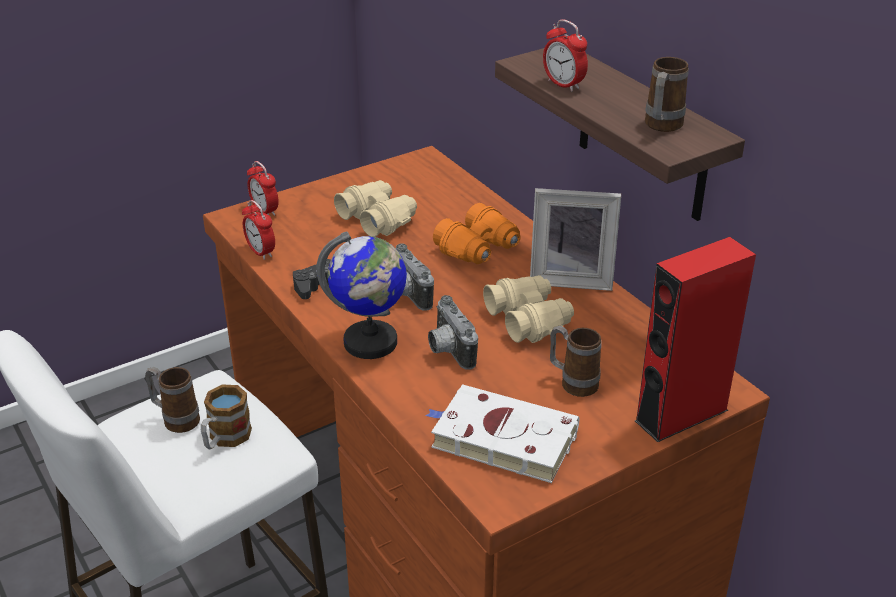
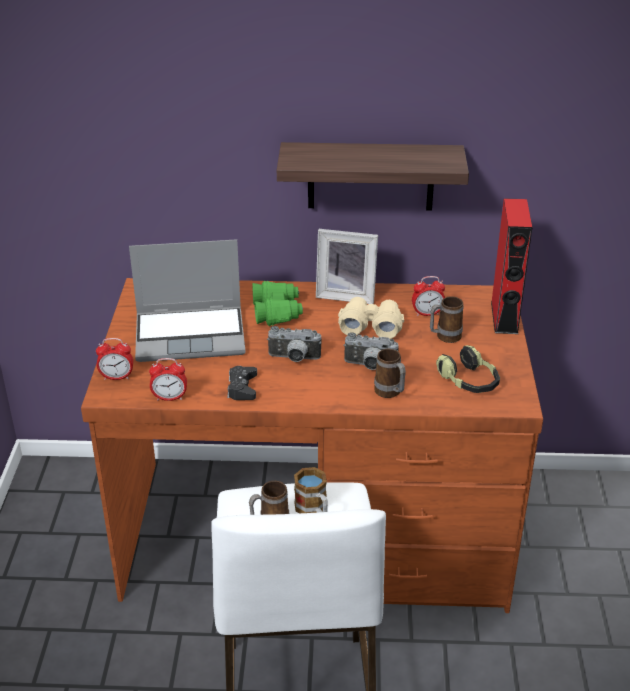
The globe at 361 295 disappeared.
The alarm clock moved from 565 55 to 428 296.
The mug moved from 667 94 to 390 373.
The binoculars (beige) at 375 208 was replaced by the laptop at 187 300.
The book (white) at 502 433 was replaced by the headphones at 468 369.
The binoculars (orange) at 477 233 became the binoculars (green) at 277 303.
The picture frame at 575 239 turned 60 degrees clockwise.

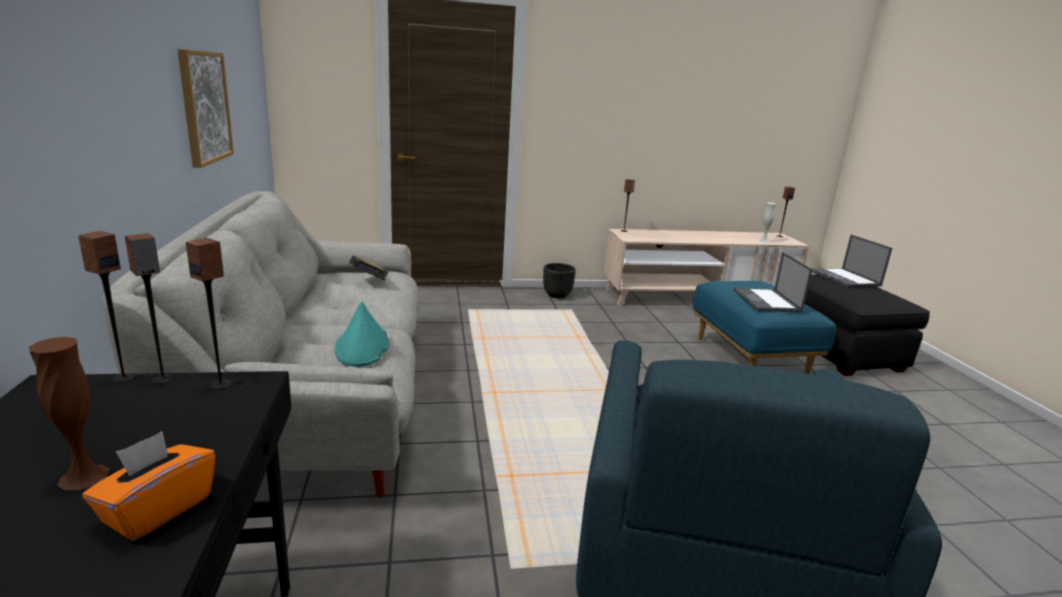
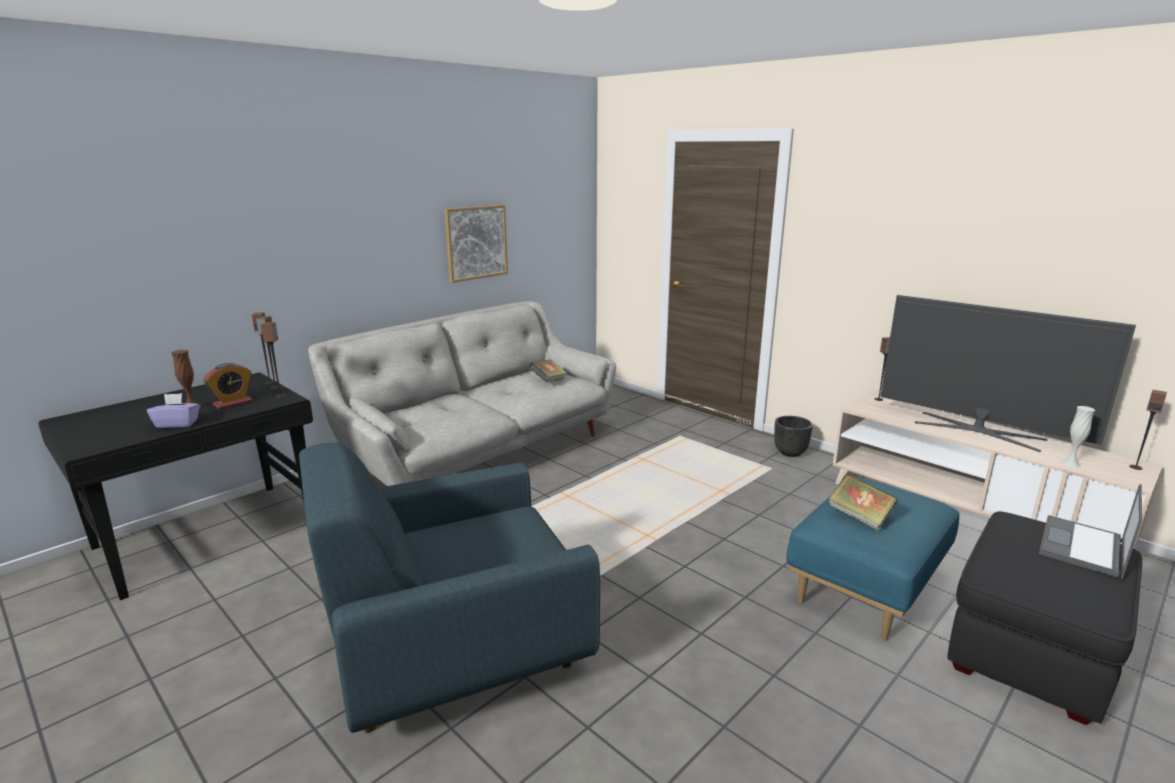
The hat (turquoise) at 362 334 disappeared.
The alarm clock at 228 386 appeared.
The television at 1008 373 appeared.
The laptop at 773 282 was replaced by the book at 863 502.
The tissue box (orange) at 149 486 became the tissue box (purple) at 173 410.

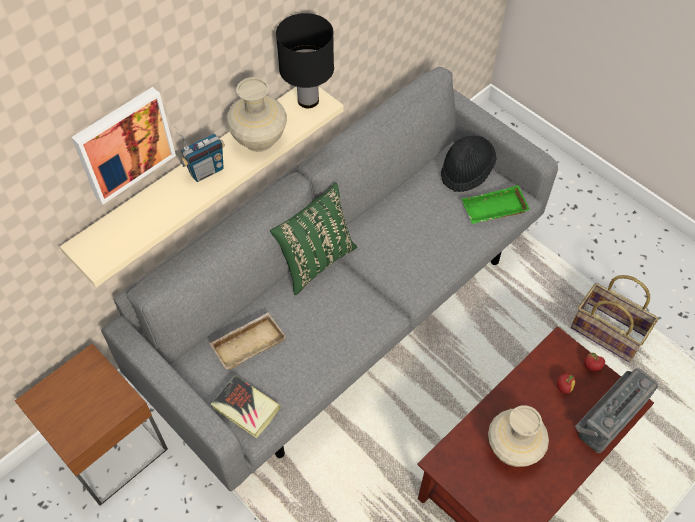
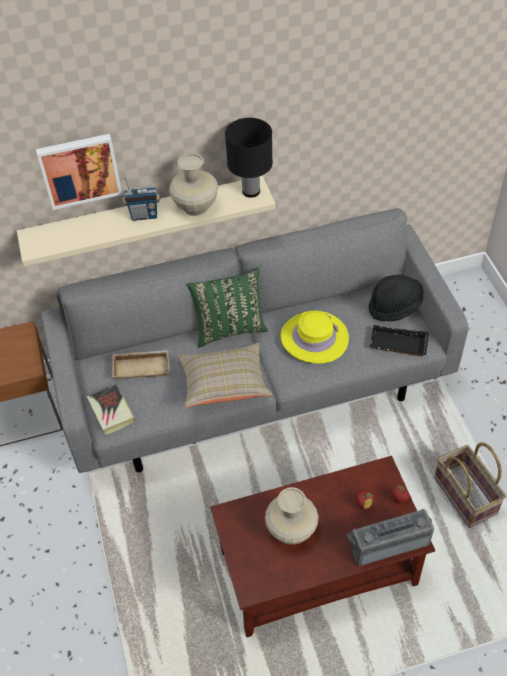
The pillow (beige) at 225 375 appeared.
The hat (yellow) at 314 337 appeared.
The tray (green) at 496 204 became the tray (black) at 399 340.

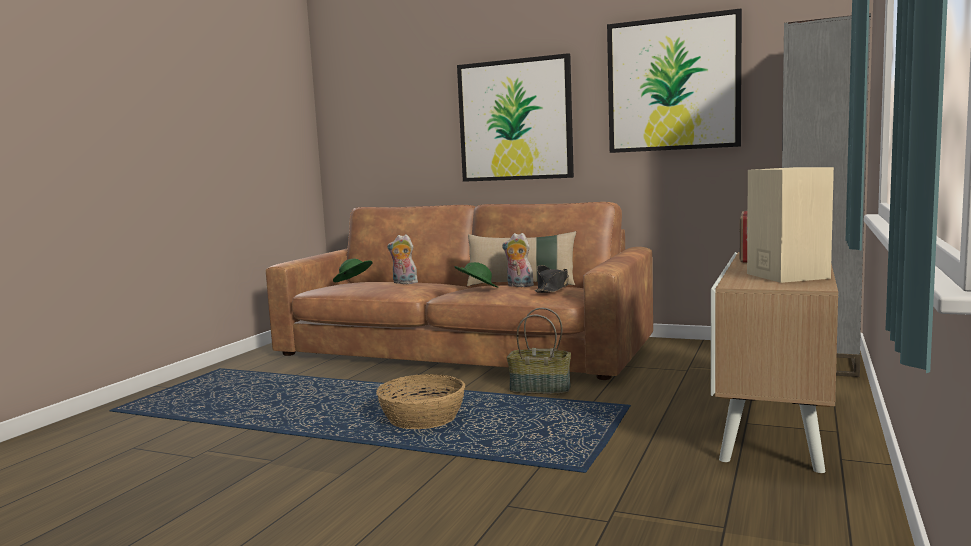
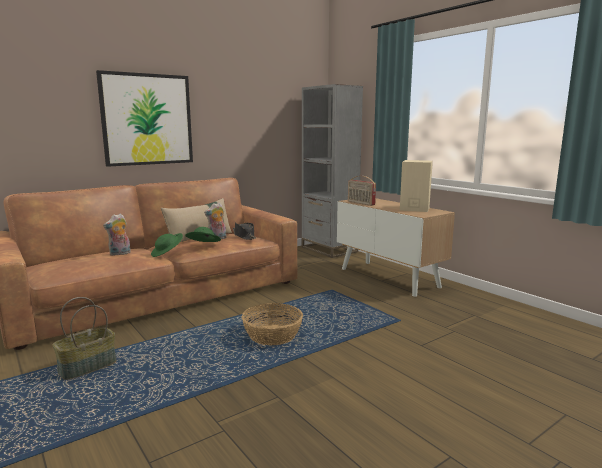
The picture at 674 81 disappeared.
The hat (green) moved from 353 270 to 167 245.
The basket moved from 539 351 to 84 338.

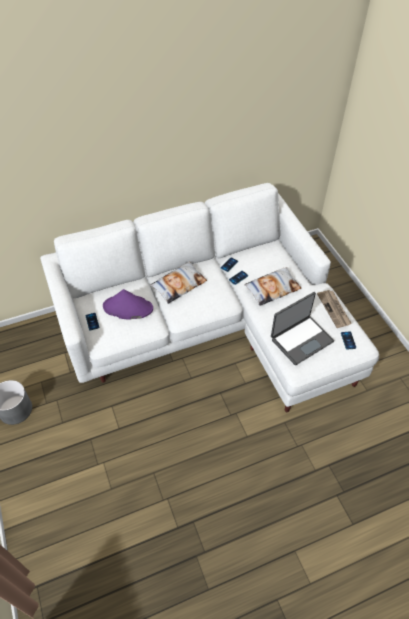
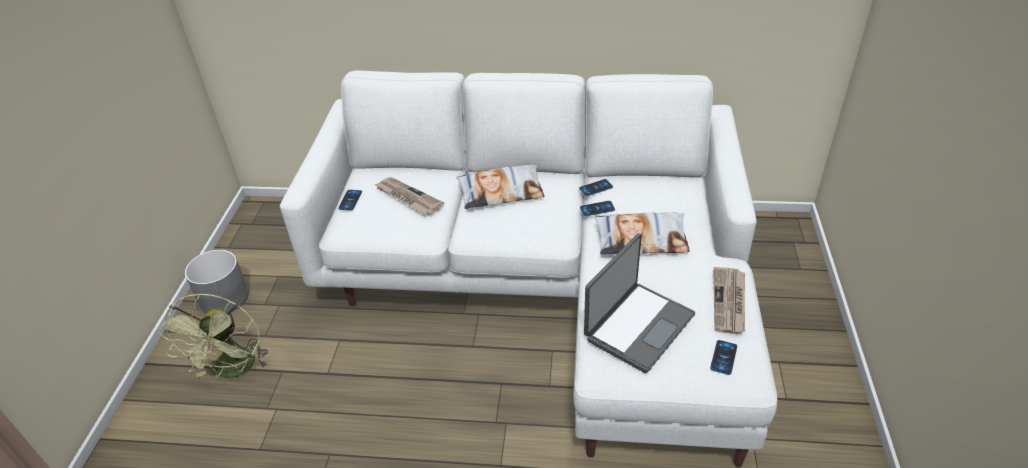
The fan (green) at 213 335 appeared.
The hat (purple) at 128 304 was replaced by the newspaper at 409 196.
The laptop at 302 328 turned 45 degrees counterclockwise.

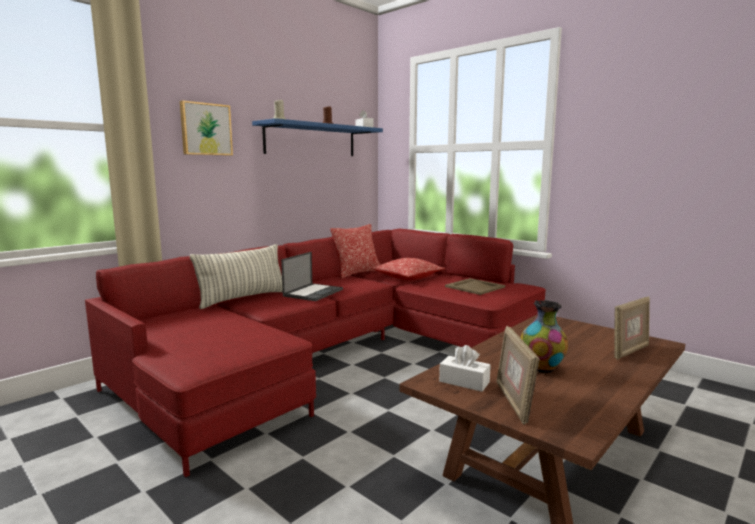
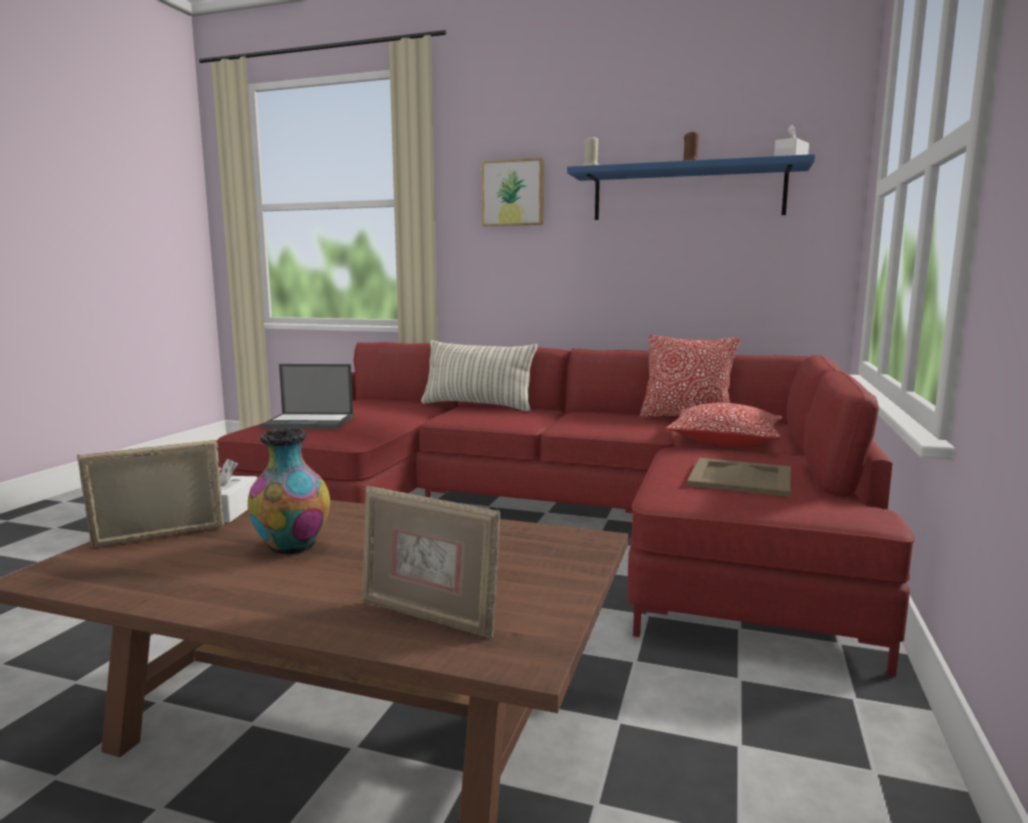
The laptop moved from 312 276 to 307 396.

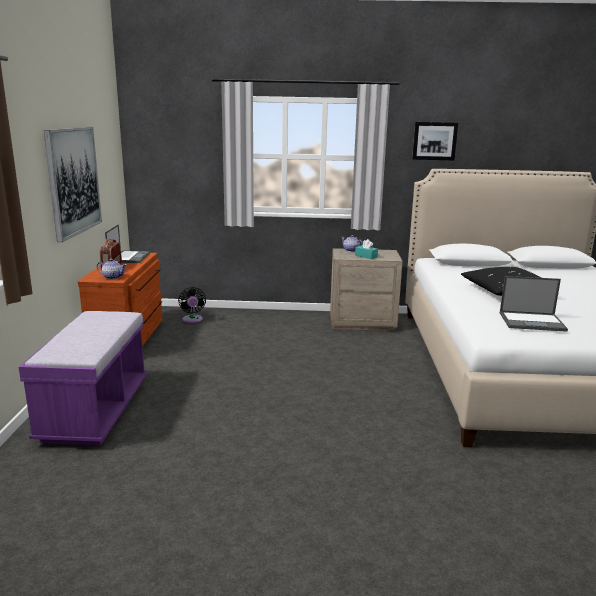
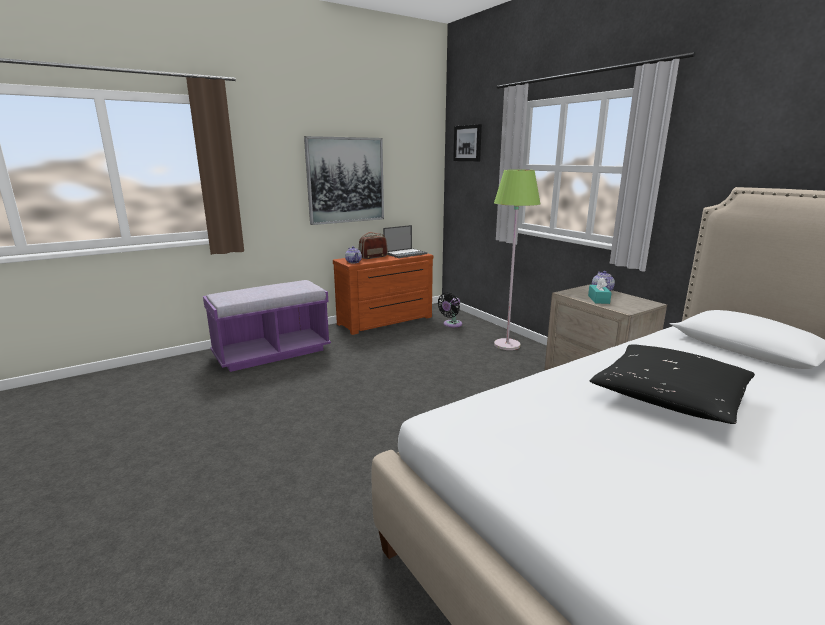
The laptop at 534 304 disappeared.
The floor lamp (green) at 517 260 appeared.
The picture moved from 435 141 to 467 142.

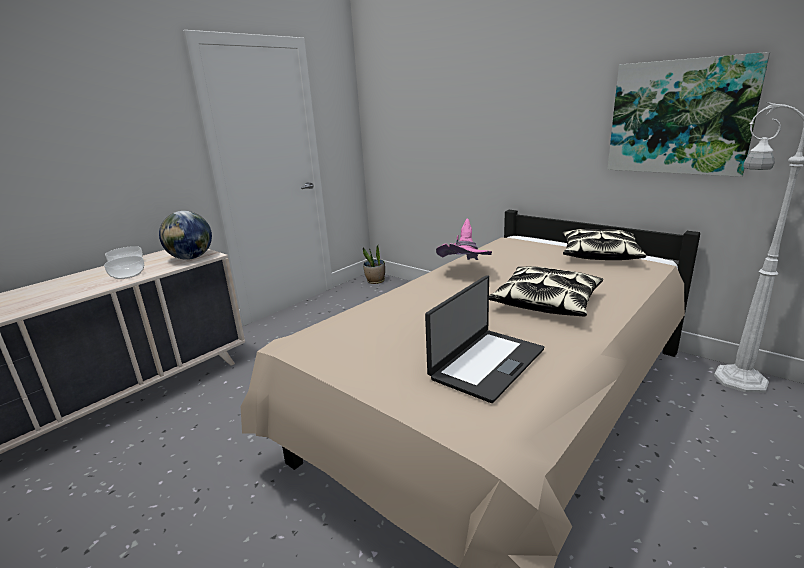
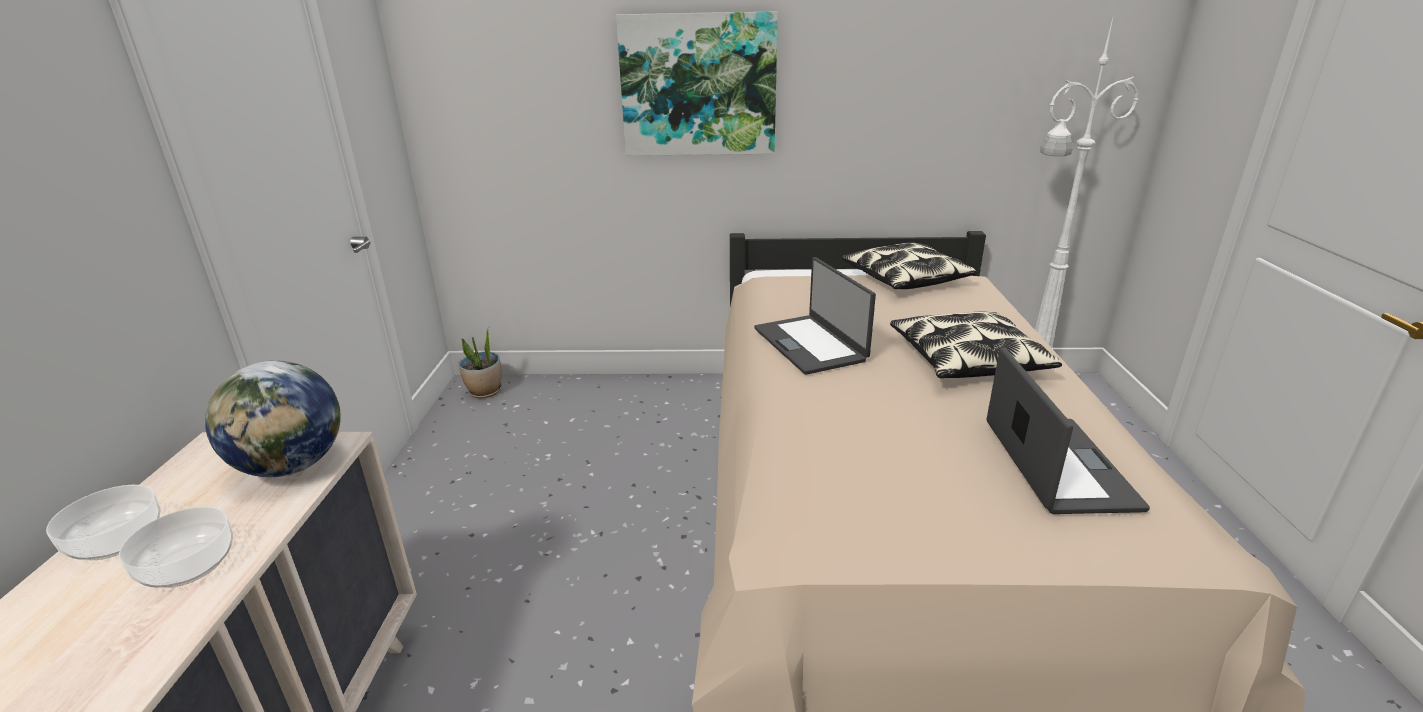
The picture moved from 688 114 to 697 83.
The hat (pink) at 464 239 was replaced by the laptop at 815 316.

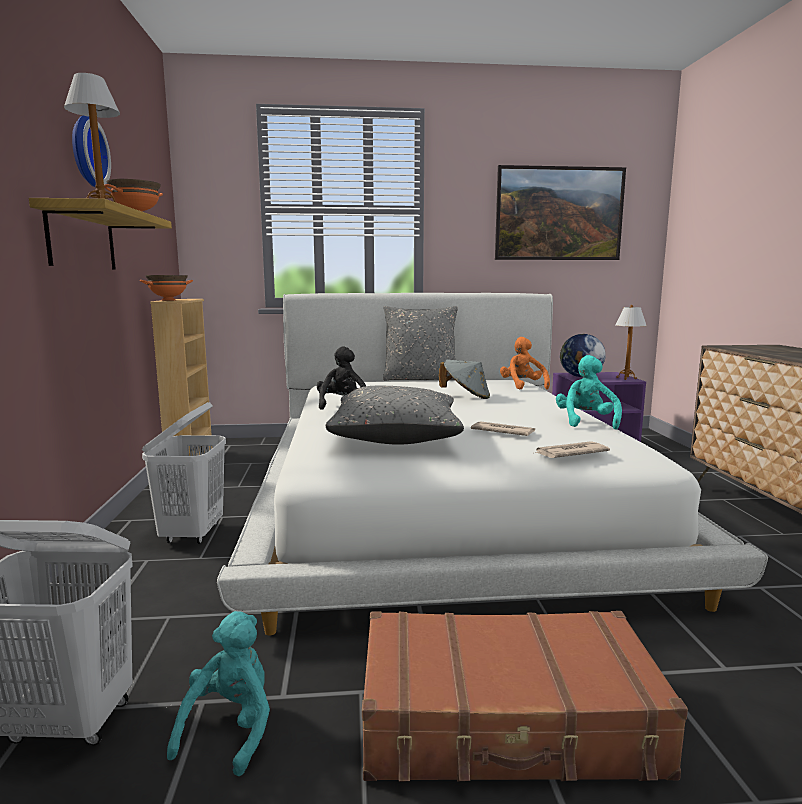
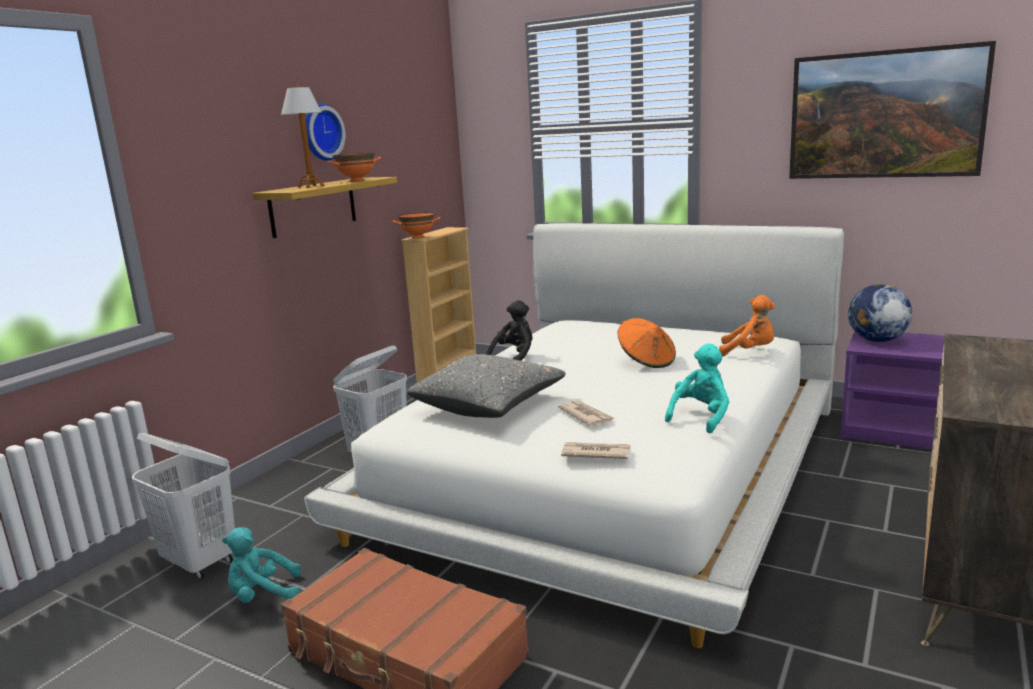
The pillow (grey) at 420 343 disappeared.
The table lamp at 631 342 disappeared.
The hat (grey) at 464 379 became the hat (orange) at 646 343.
The plush toy (turquoise) at 218 693 turned 150 degrees counterclockwise.
The plush toy (orange) at 525 363 turned 90 degrees clockwise.

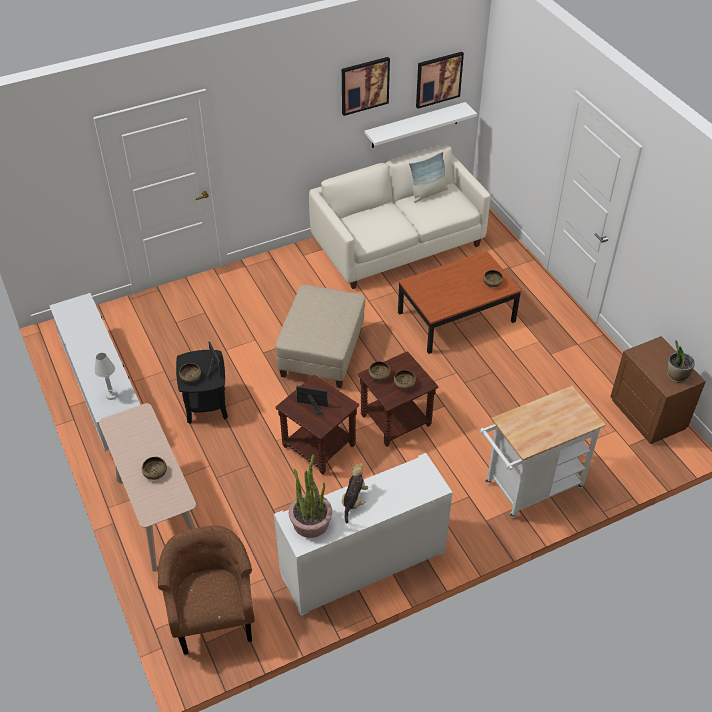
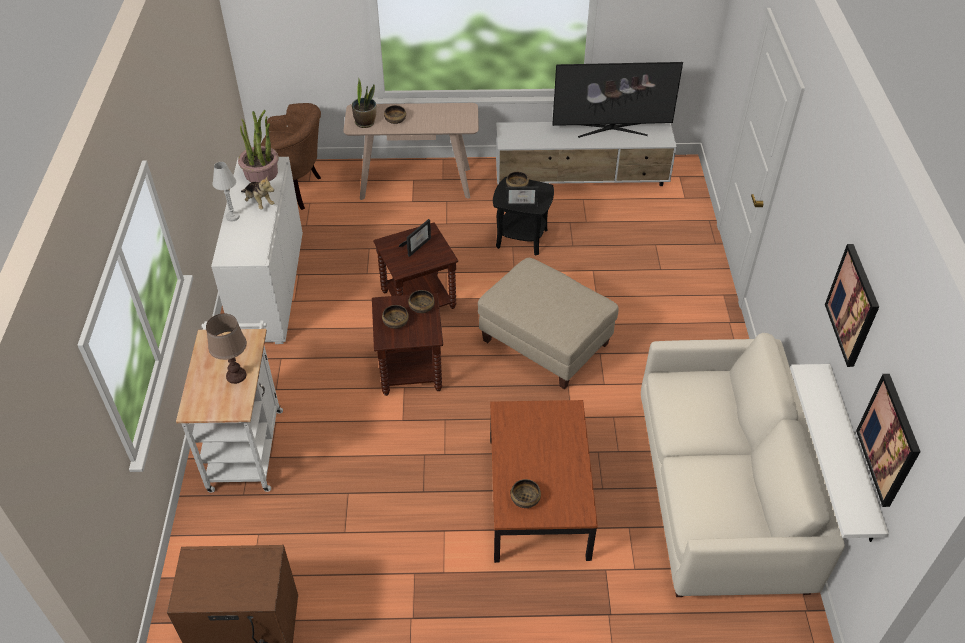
The pillow at 428 177 disappeared.
The table lamp (brown) at 226 348 appeared.
The television at 617 100 appeared.
The table lamp (white) moved from 106 376 to 226 192.
The potted plant moved from 681 361 to 364 103.

